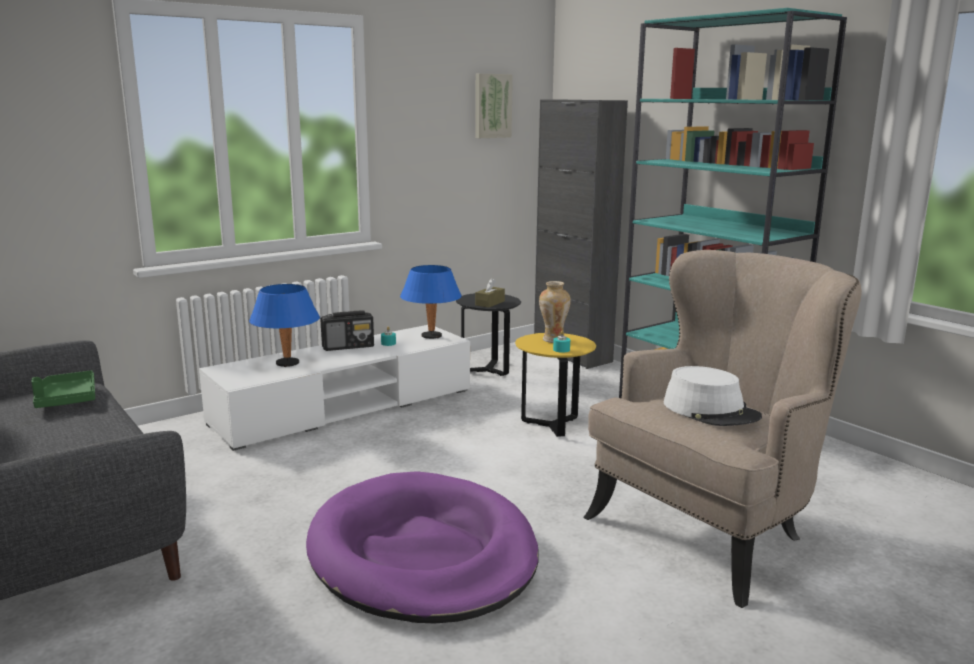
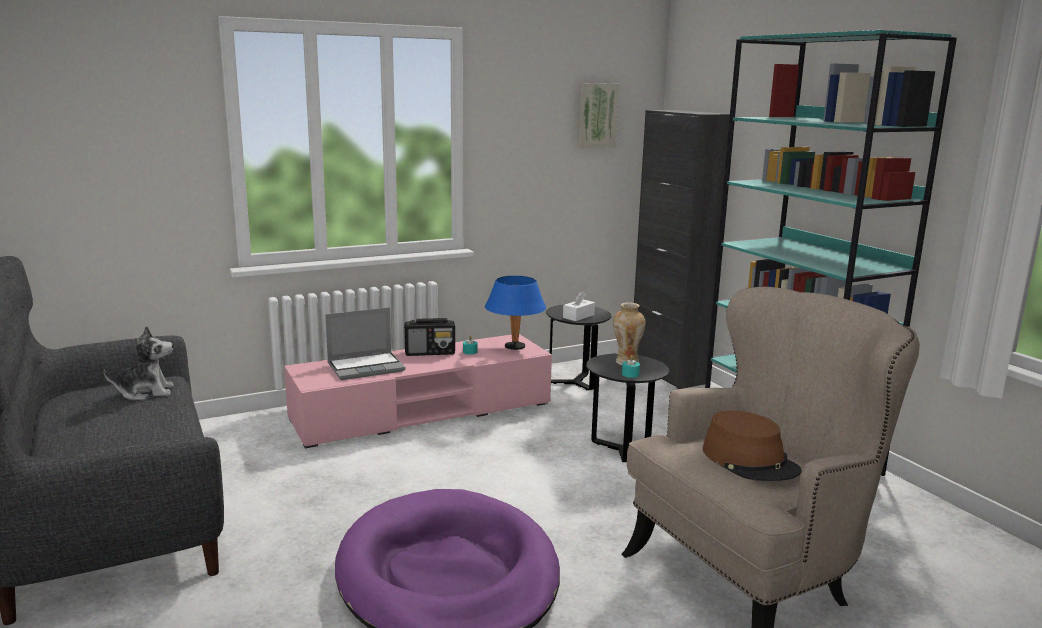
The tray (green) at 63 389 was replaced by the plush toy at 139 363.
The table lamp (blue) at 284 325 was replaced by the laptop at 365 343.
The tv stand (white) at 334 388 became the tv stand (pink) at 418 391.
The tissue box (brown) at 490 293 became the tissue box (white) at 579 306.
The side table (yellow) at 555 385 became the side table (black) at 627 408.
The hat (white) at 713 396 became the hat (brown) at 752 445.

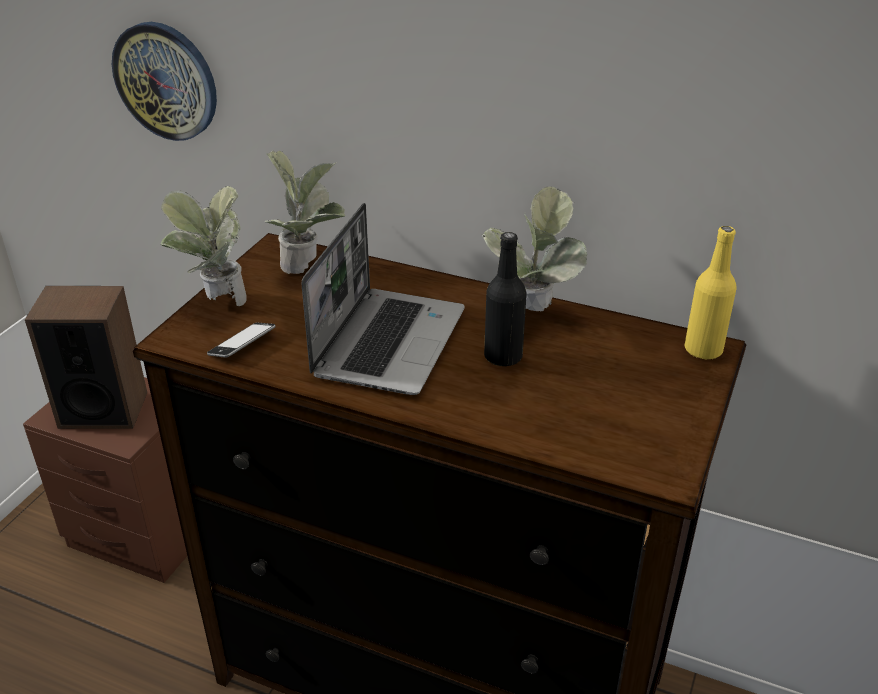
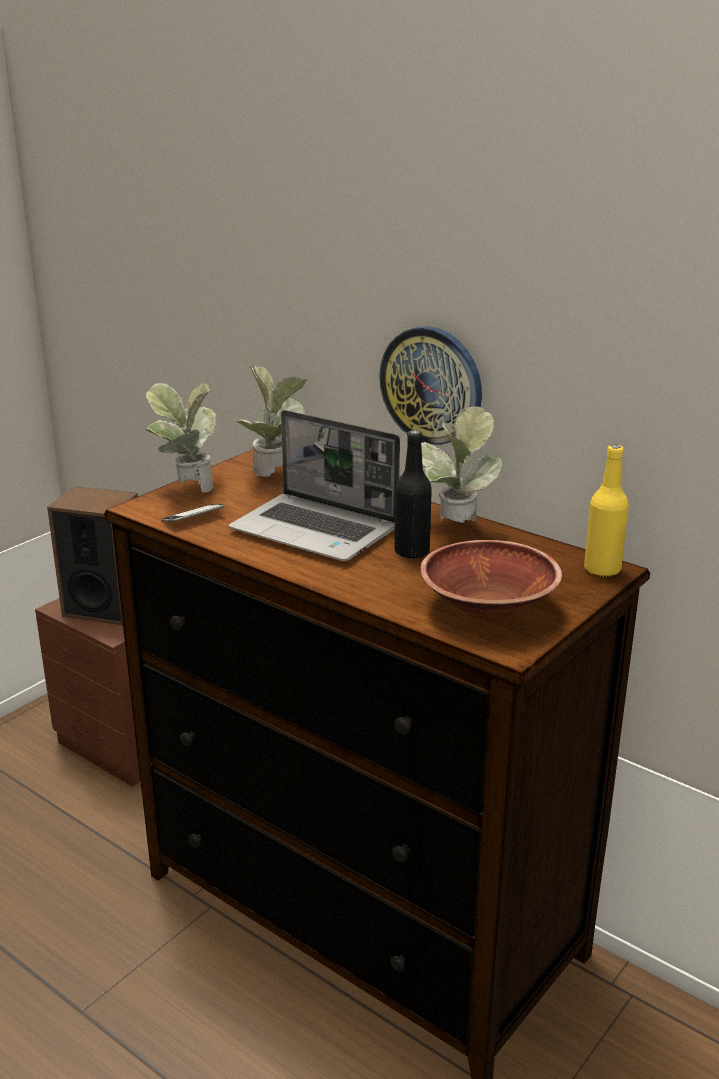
The bowl (brown) at 491 580 appeared.
The wall clock moved from 164 81 to 430 385.
The laptop at 383 299 turned 90 degrees clockwise.

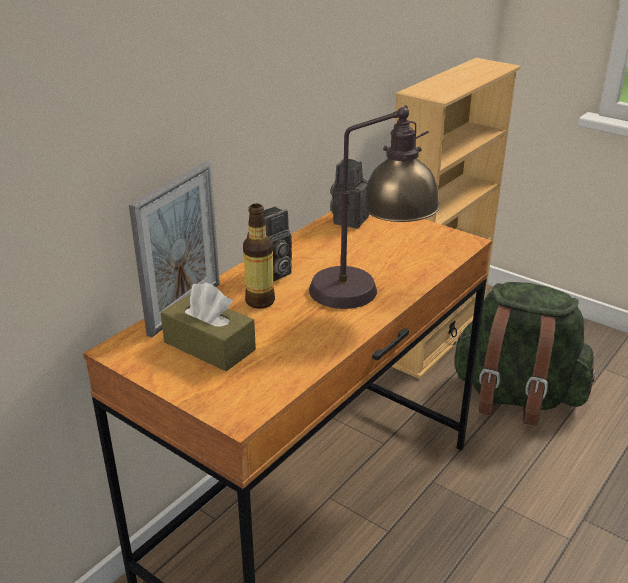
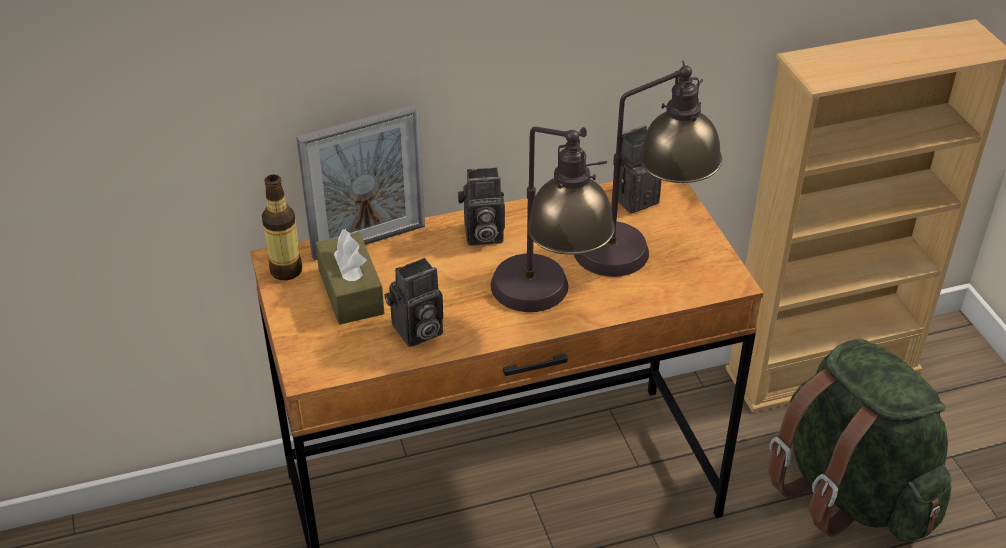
The photo camera at 413 302 appeared.
The table lamp at 648 169 appeared.
The bottle moved from 259 256 to 282 227.

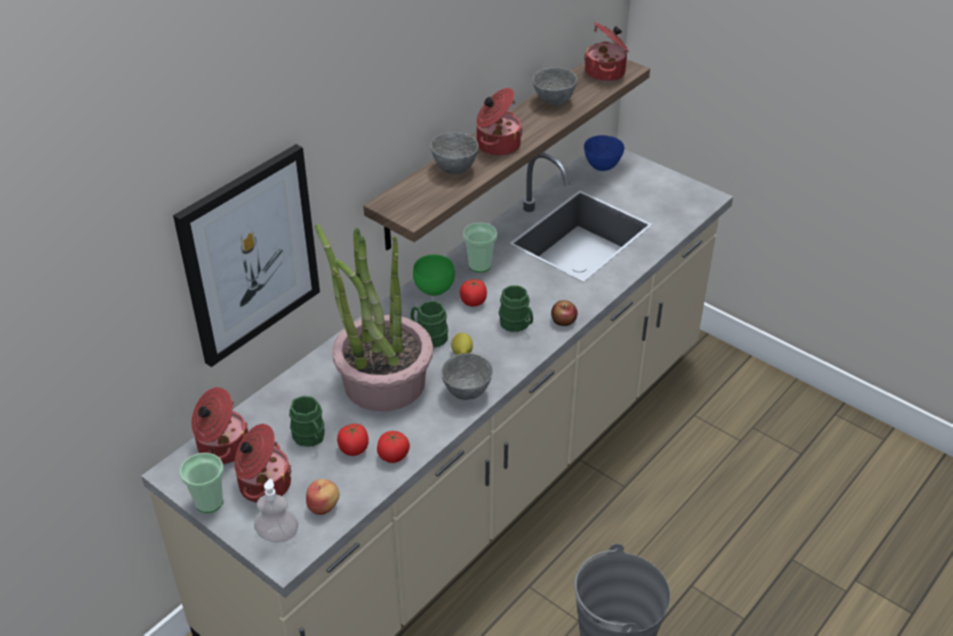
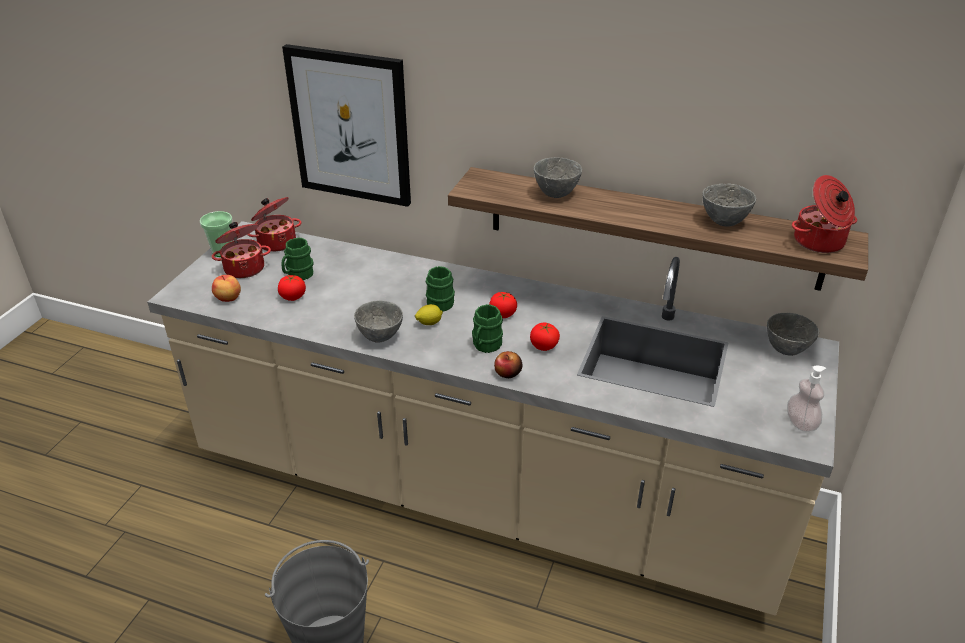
The potted plant at 374 318 disappeared.
The bowl (green) at 434 275 disappeared.
The cup at 480 247 disappeared.
The cooking pot at 500 122 disappeared.
The soap dispenser moved from 276 511 to 806 399.
The tomato moved from 393 447 to 545 337.
The bowl (blue) at 604 153 became the bowl (grey) at 793 334.

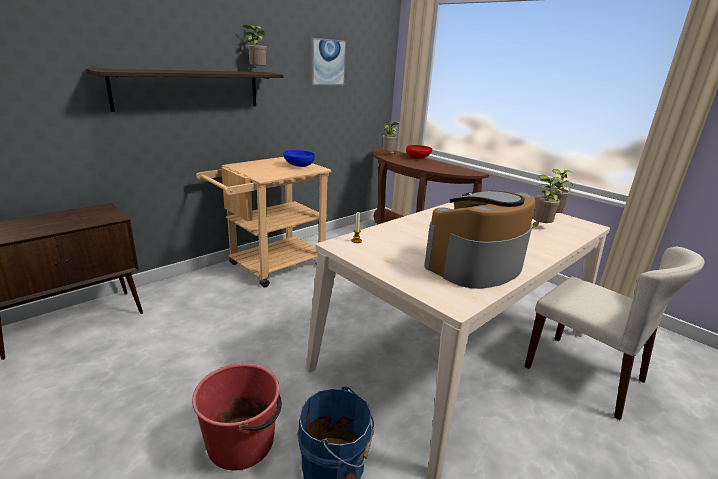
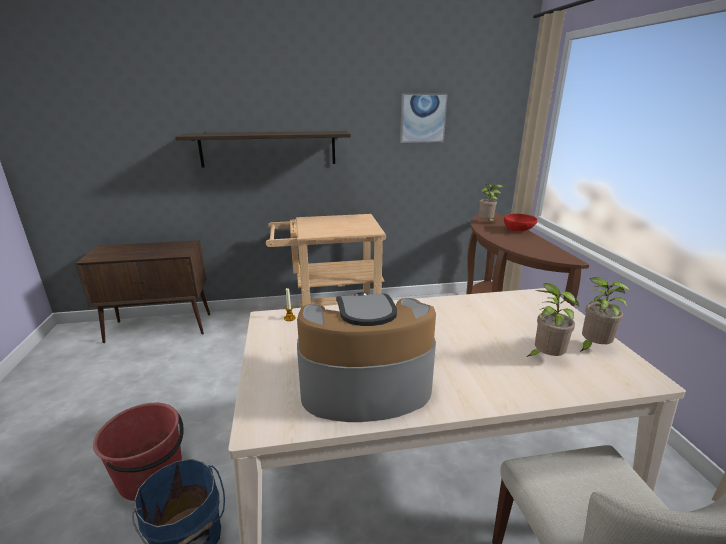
The potted plant at 254 47 disappeared.
The bowl (blue) at 299 158 disappeared.

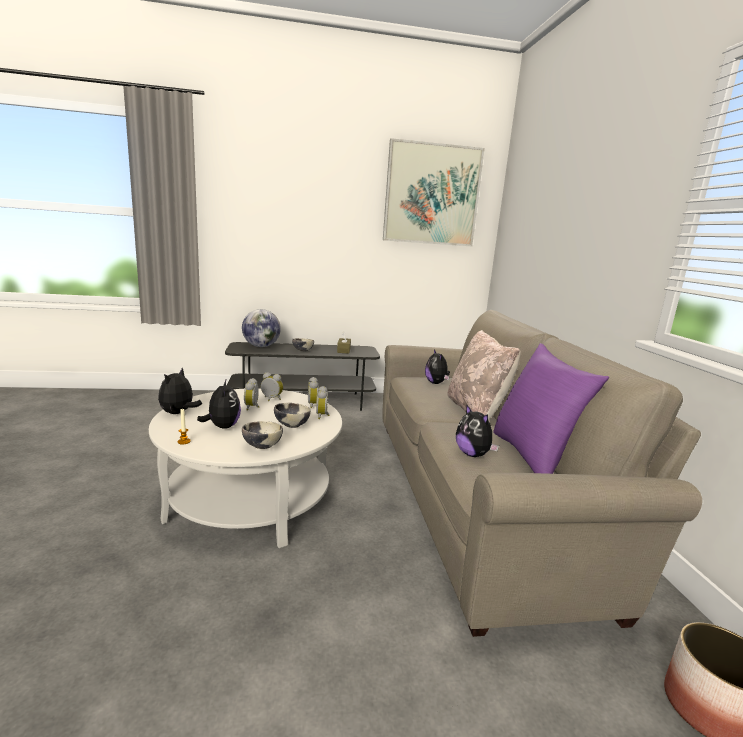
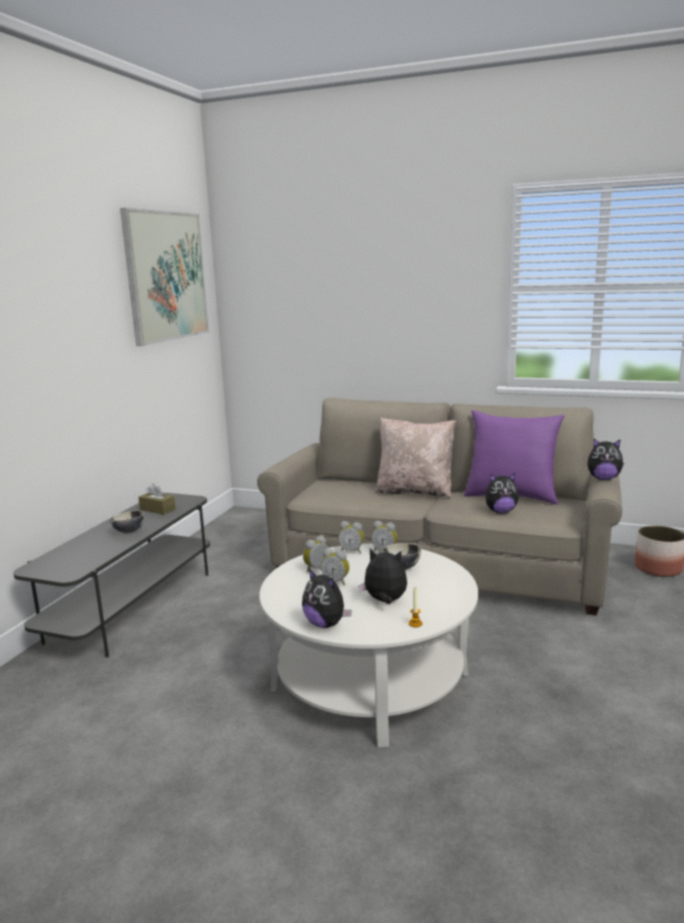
The globe at 261 328 disappeared.
The bowl at 262 435 disappeared.
The plush toy moved from 437 366 to 605 459.

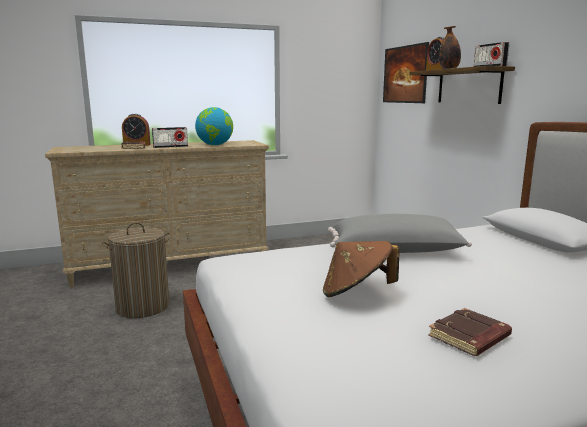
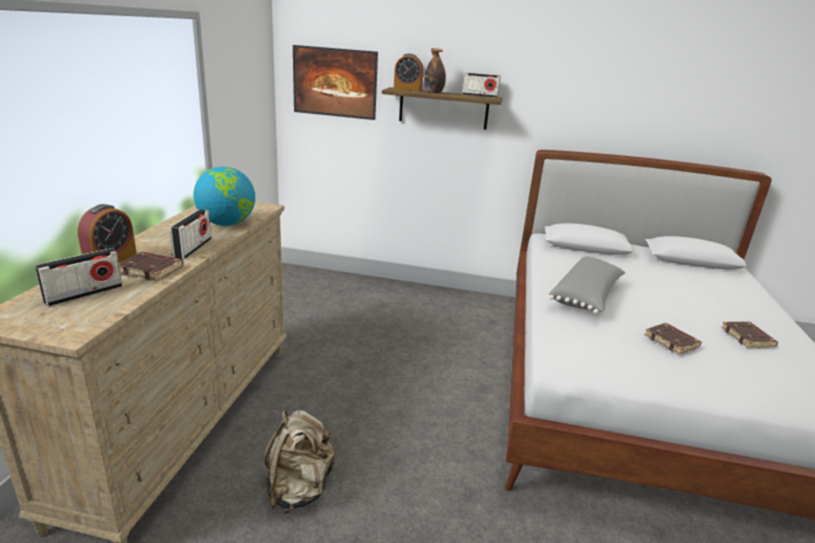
The radio at 78 277 appeared.
The laundry basket at 136 270 was replaced by the backpack (beige) at 300 461.
The hat (brown) at 361 269 was replaced by the book (brown) at 673 339.

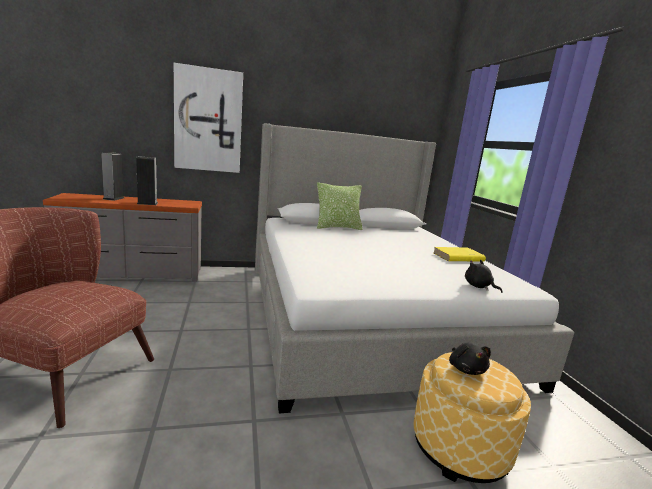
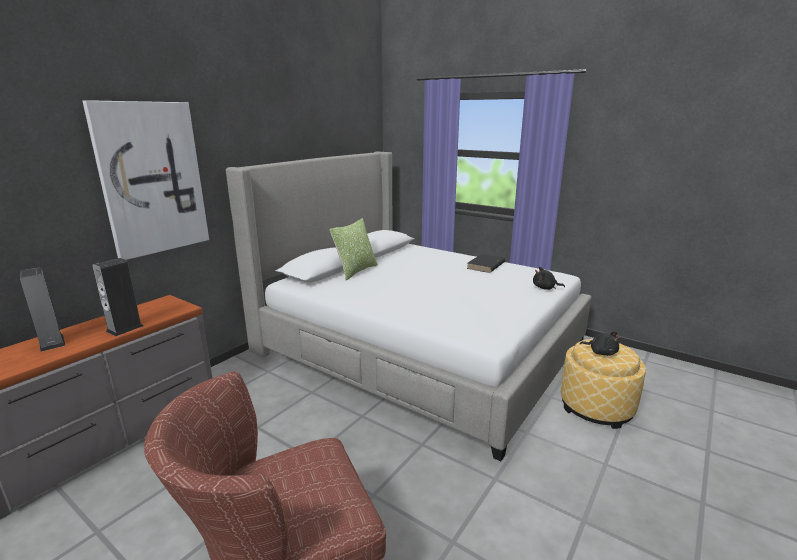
The book (yellow) at 460 254 became the book (black) at 486 263.

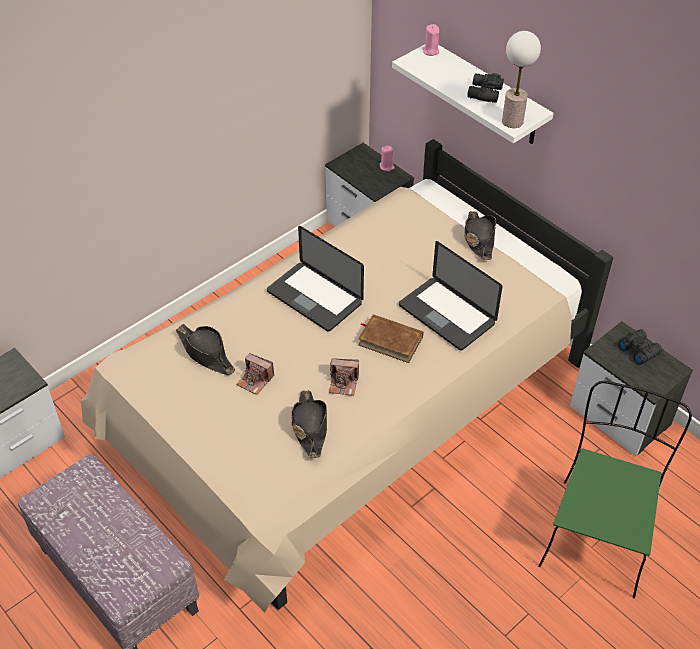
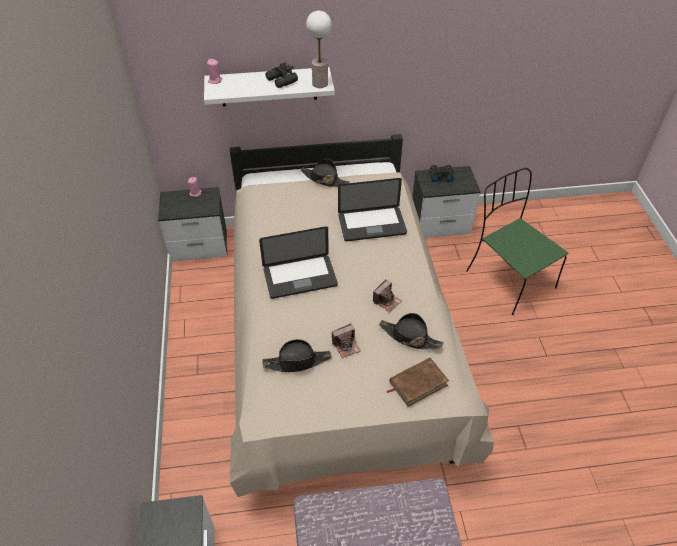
The book (brown) moved from 390 338 to 417 382.

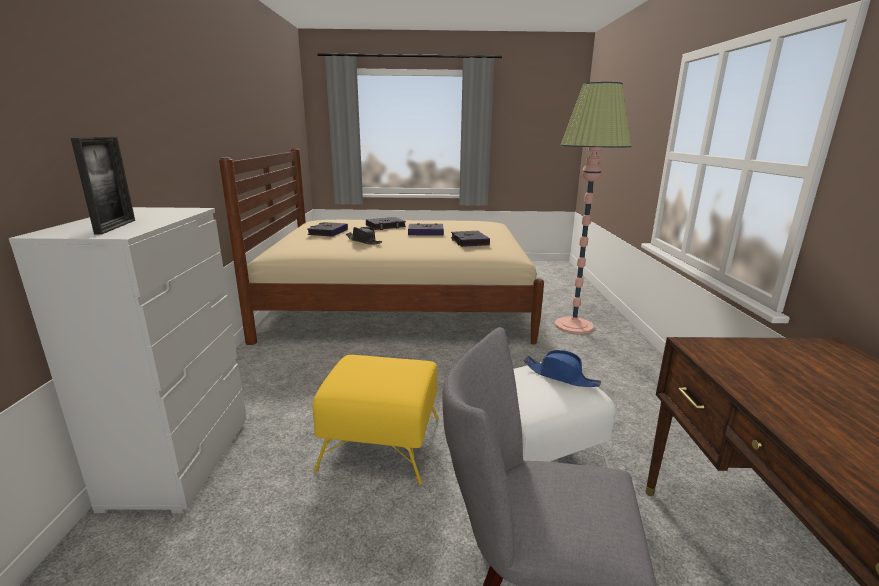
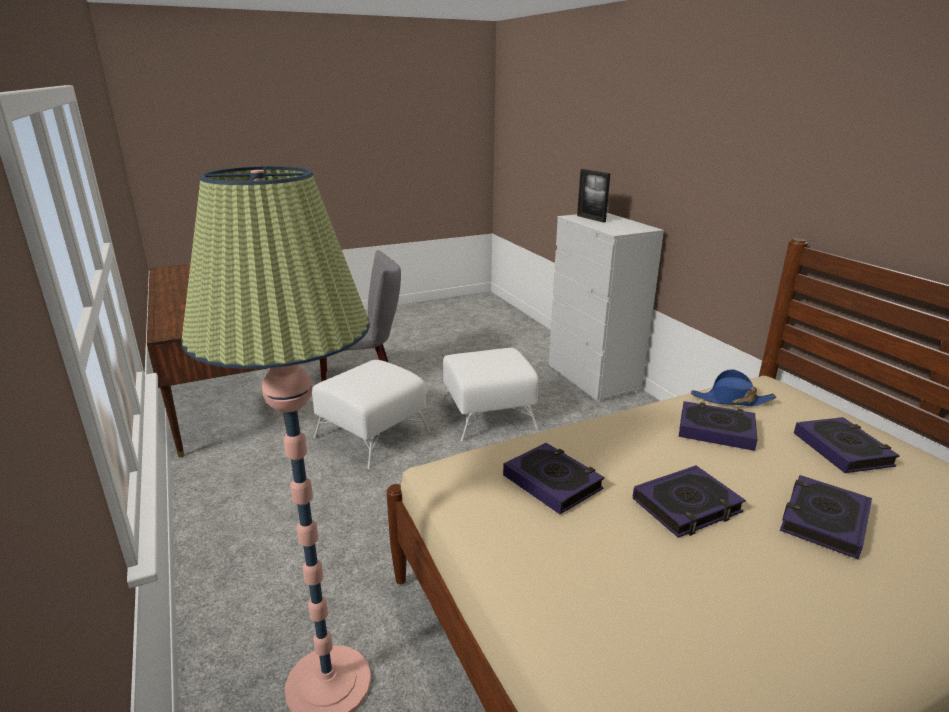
The hat (blue) moved from 562 368 to 734 387.
The hat (black) at 364 236 was replaced by the book at 718 426.
The ottoman (yellow) at 376 419 became the ottoman (white) at 490 395.

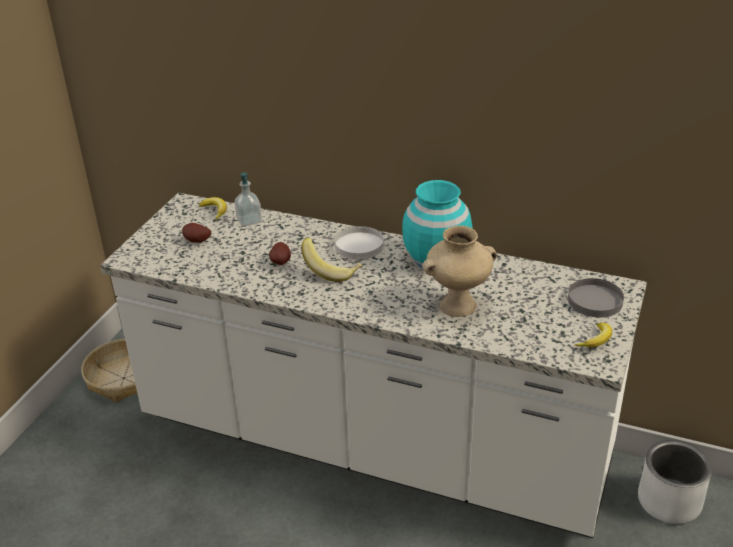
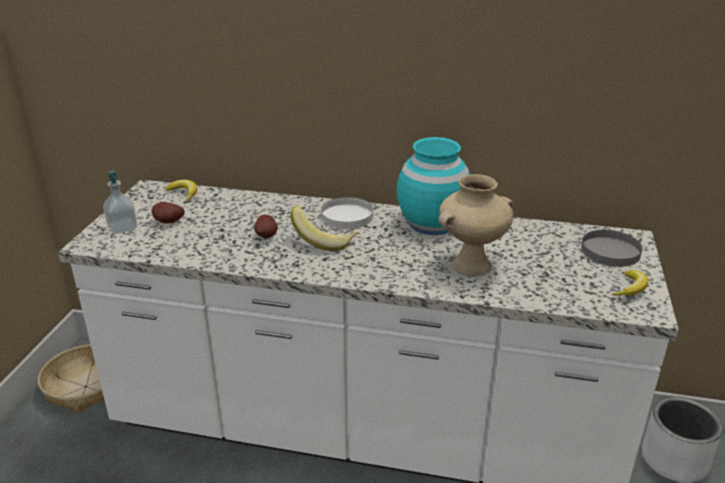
The soap dispenser moved from 248 199 to 120 202.

